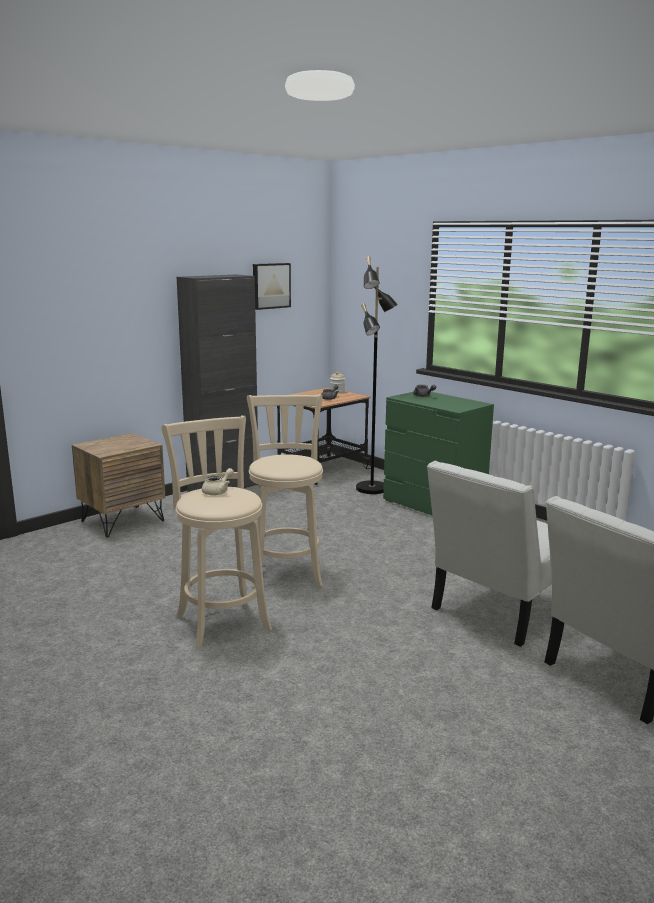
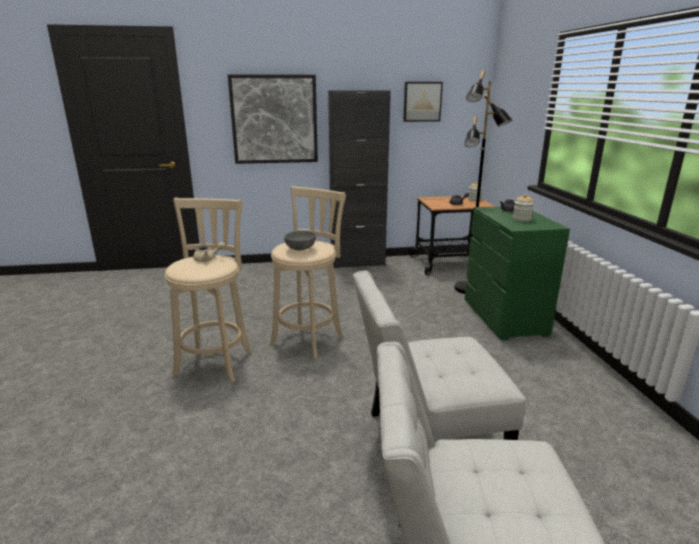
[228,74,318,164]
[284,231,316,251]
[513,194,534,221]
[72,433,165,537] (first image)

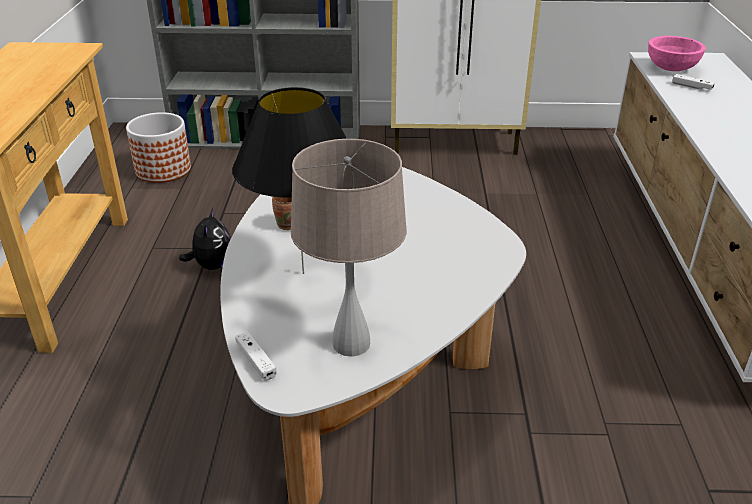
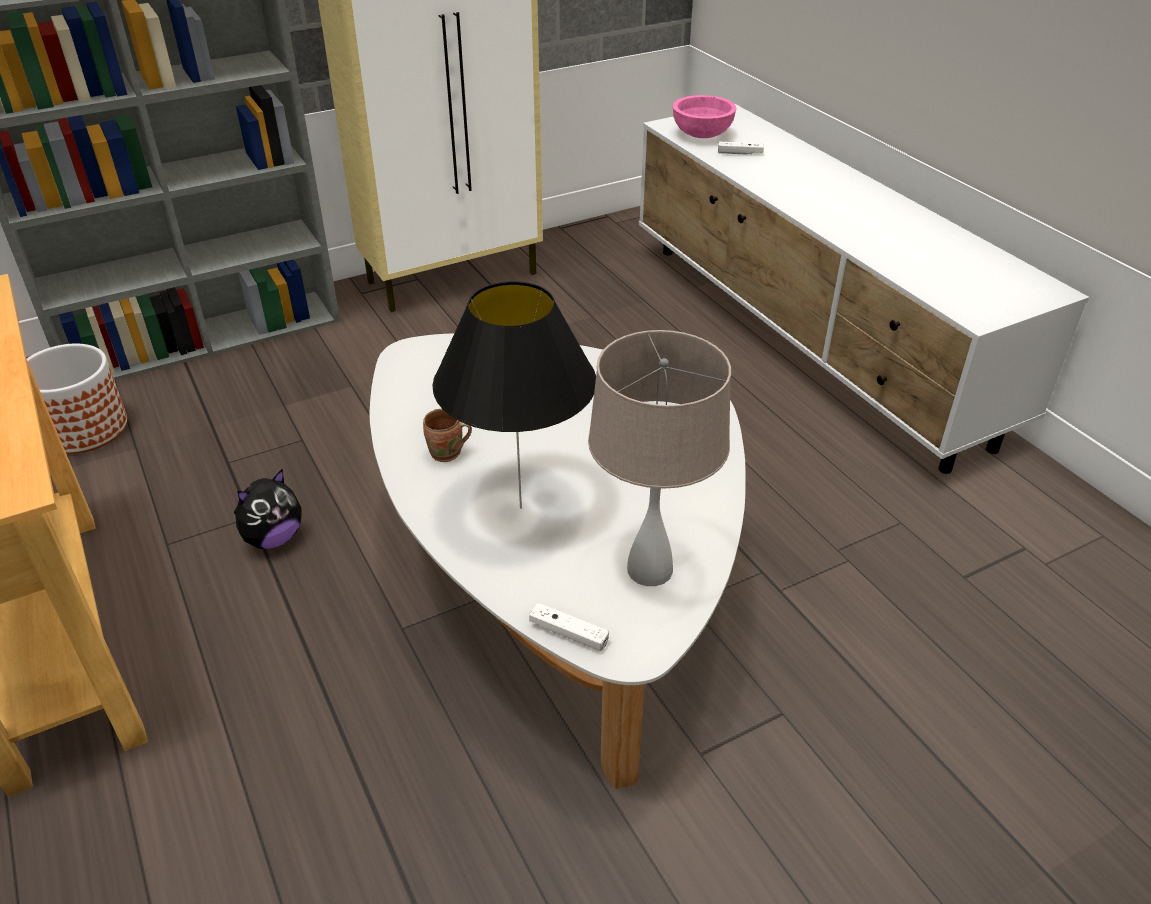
[234,469,302,549]

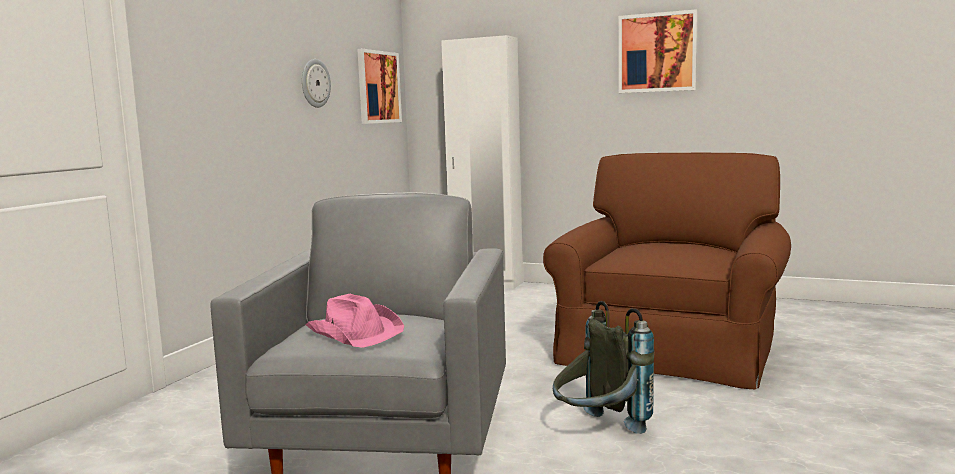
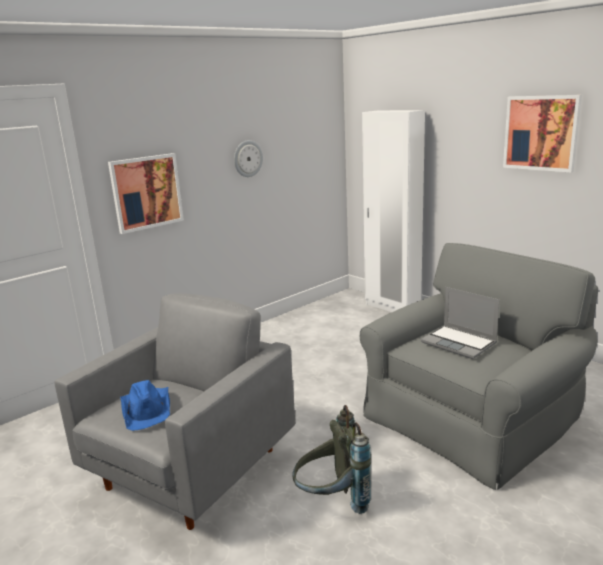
[108,153,184,234]
[120,380,170,431]
[360,243,598,490]
[421,287,499,359]

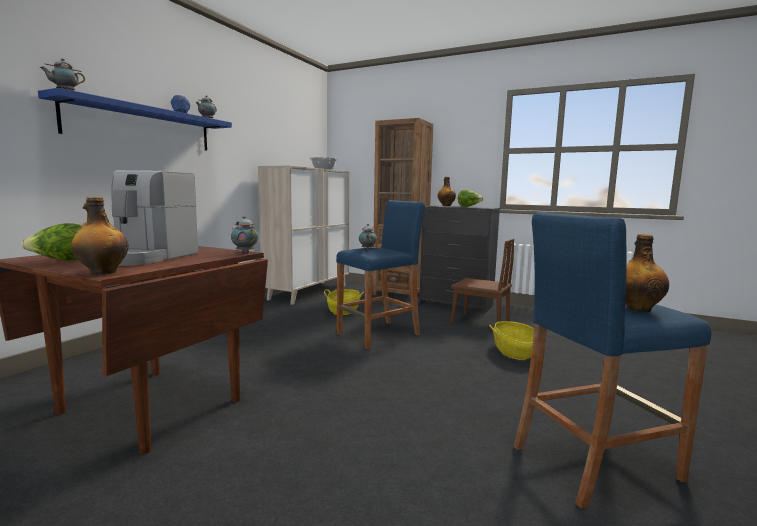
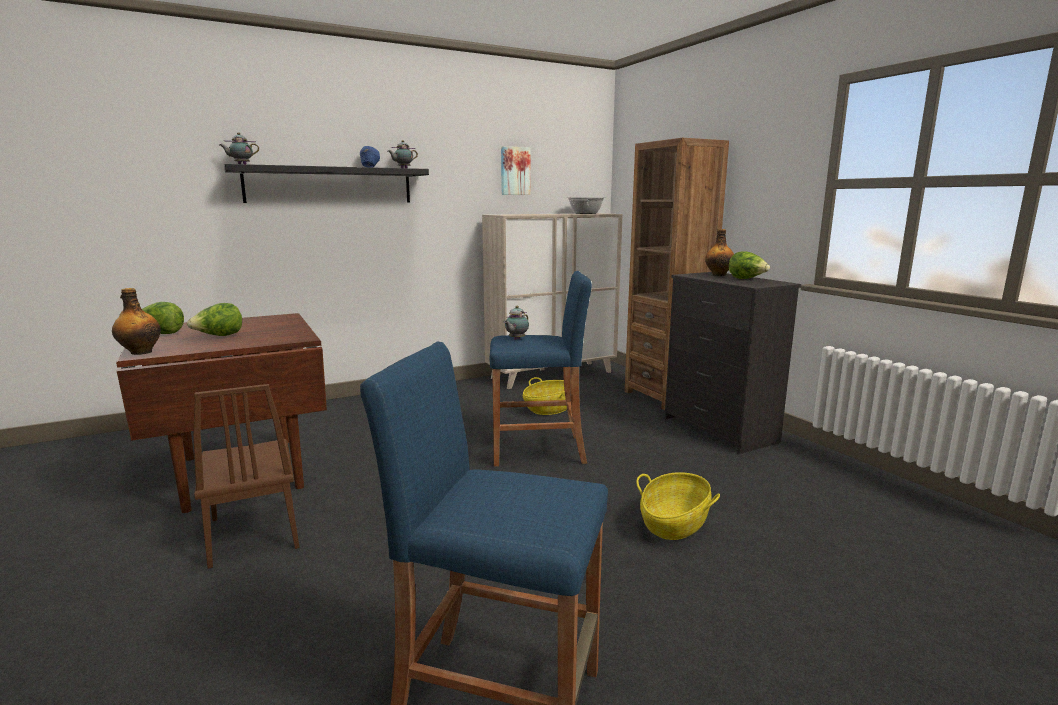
[187,303,242,336]
[193,384,300,569]
[224,164,429,203]
[501,146,530,195]
[231,216,258,253] (first image)
[625,234,669,313] (first image)

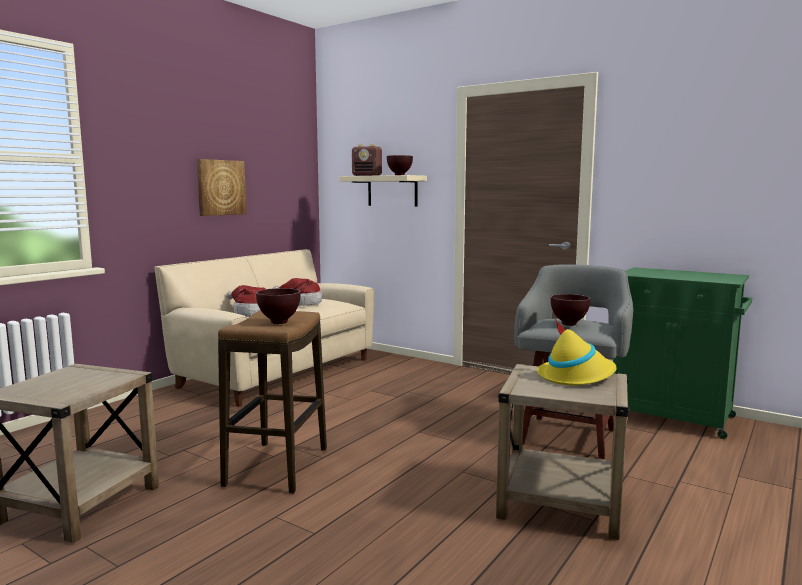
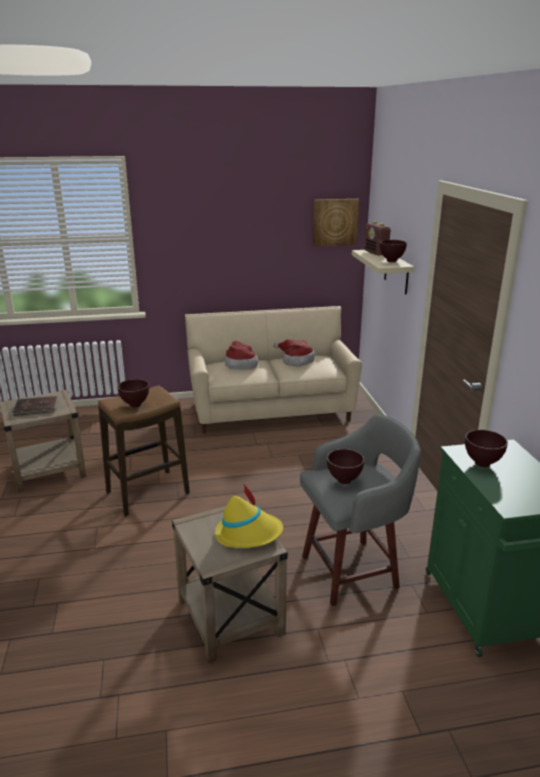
[13,396,59,416]
[313,199,359,246]
[465,430,508,467]

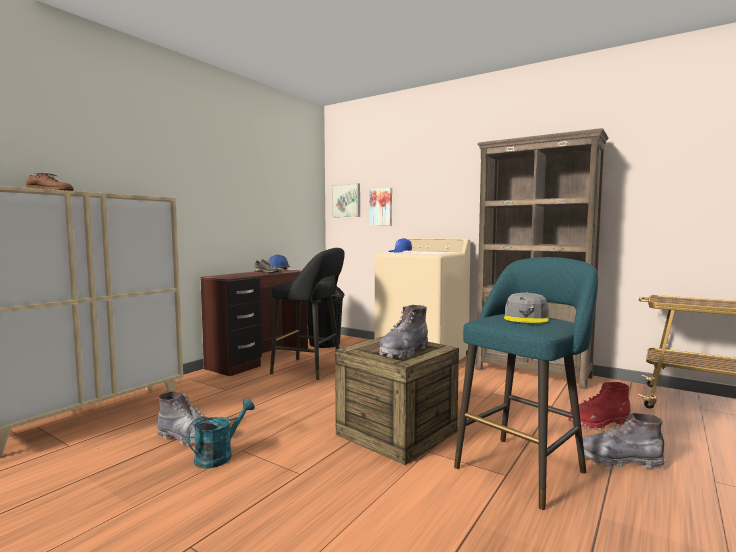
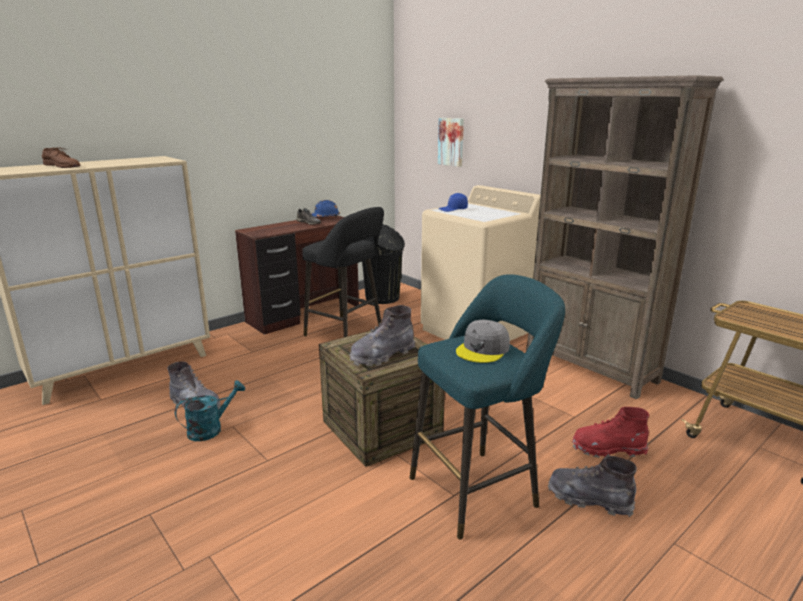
[332,183,360,217] (first image)

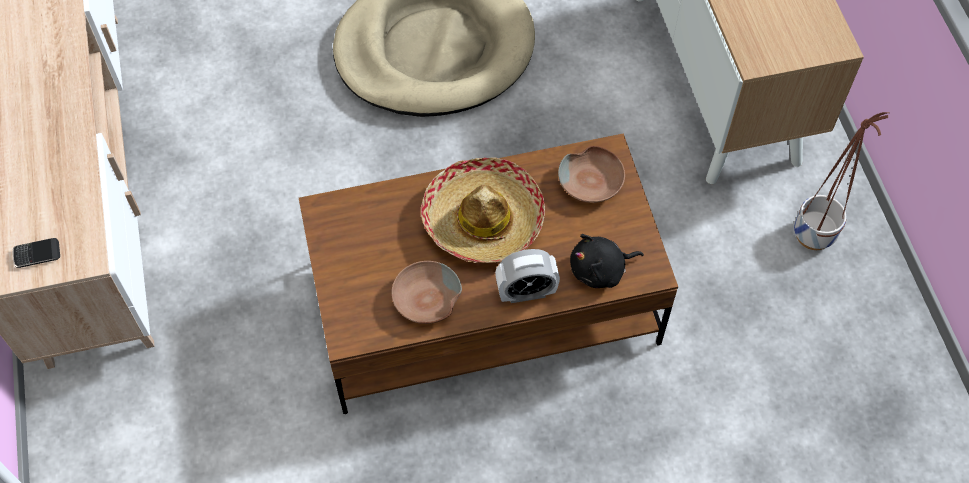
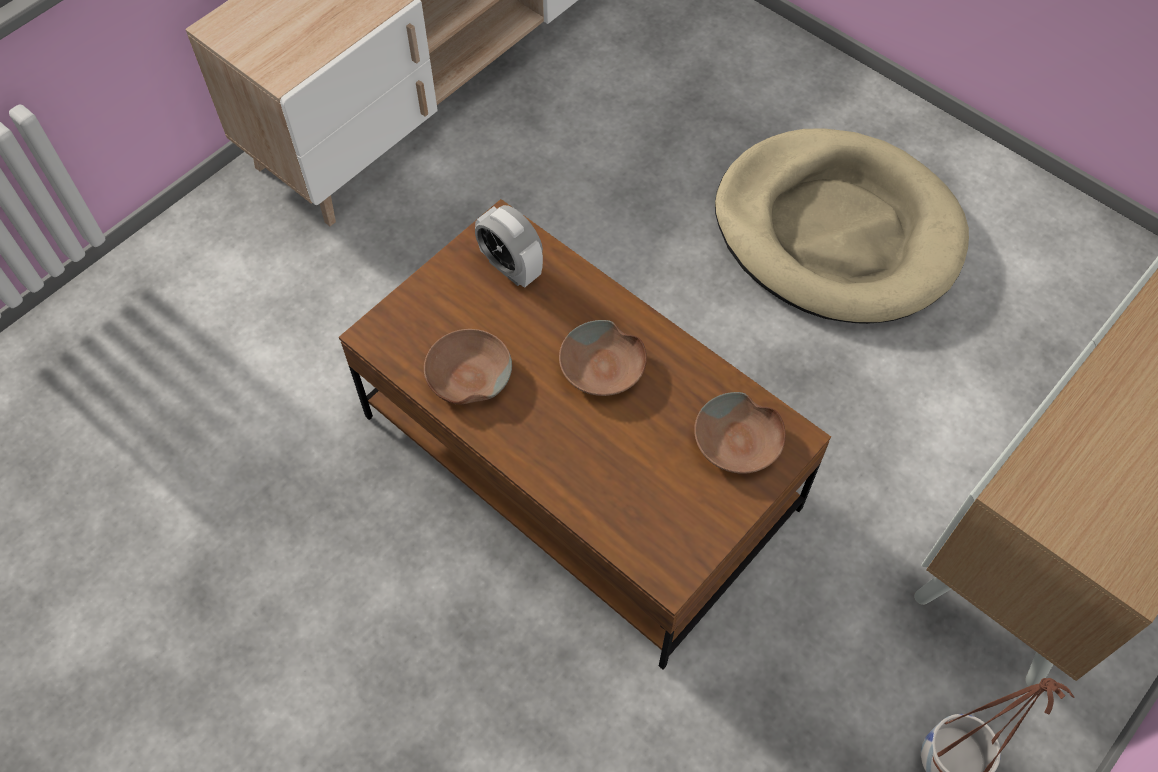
[475,205,543,288]
[559,320,647,396]
[13,238,60,268] (first image)
[570,234,644,288] (first image)

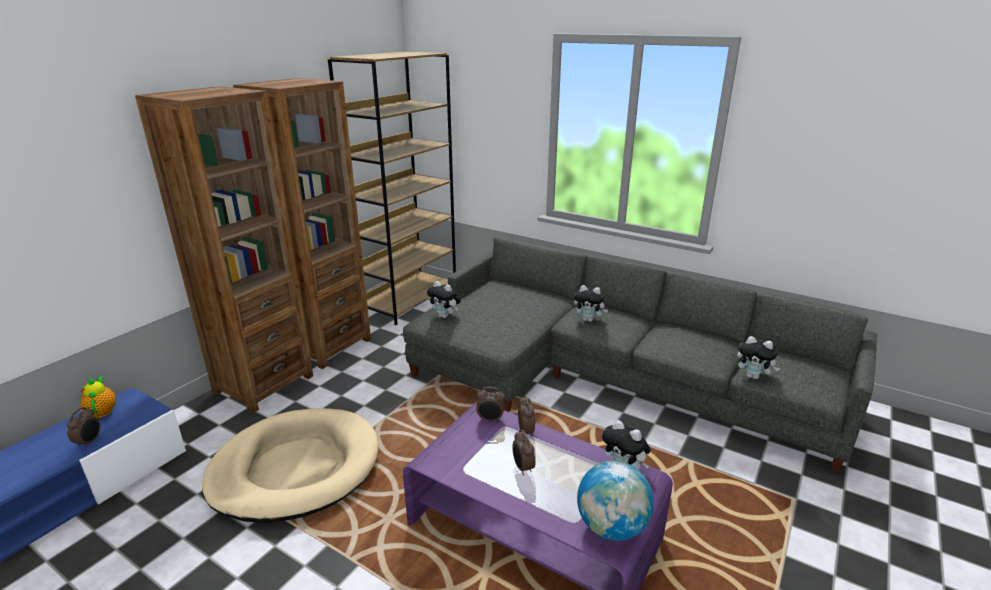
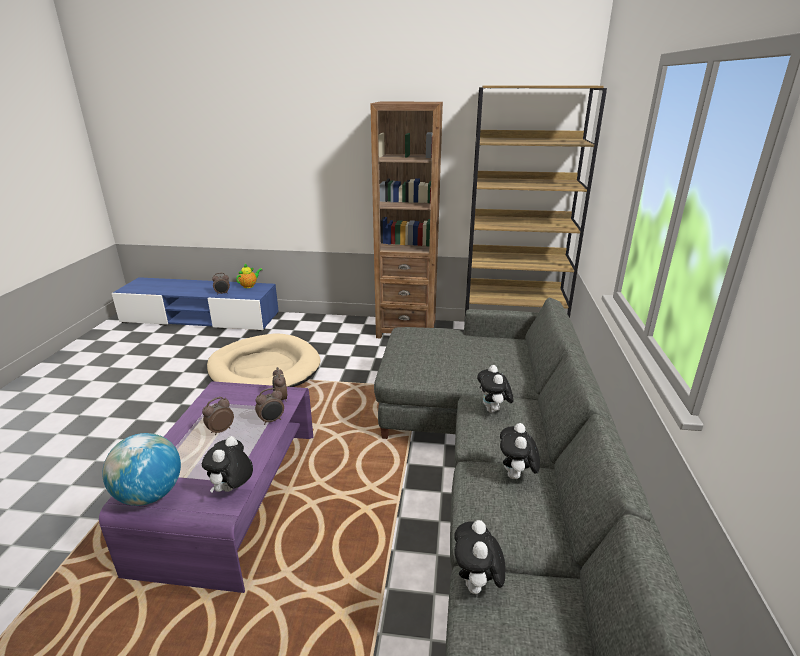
[500,423,540,479]
[135,86,313,414] (first image)

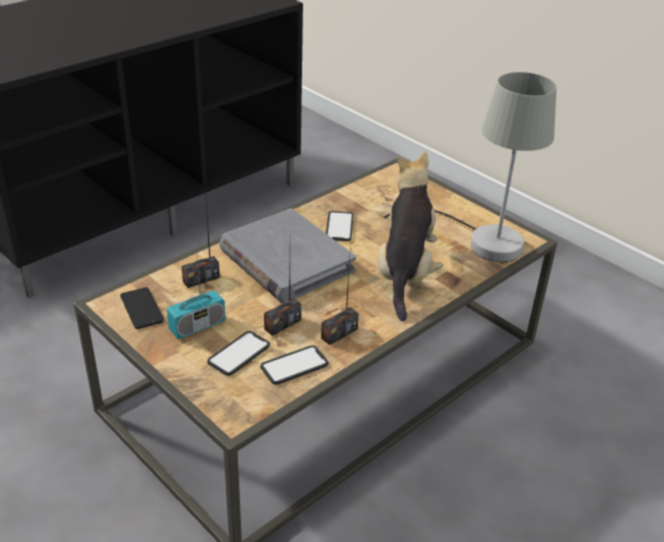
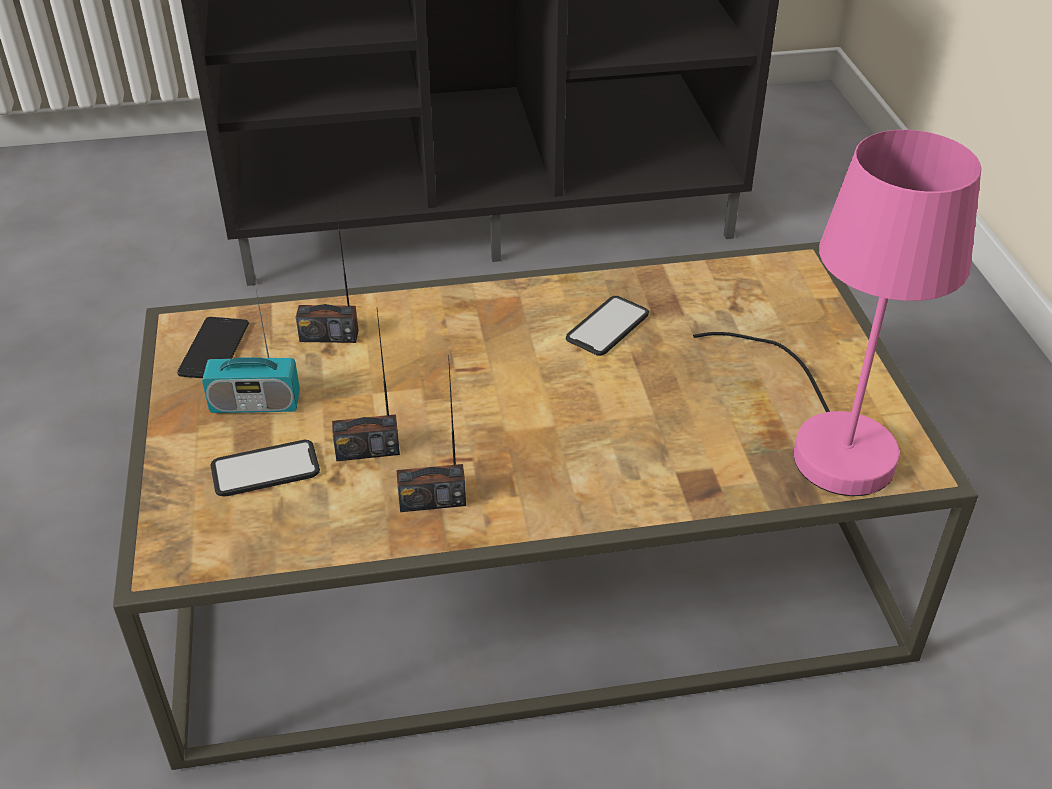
[693,130,981,496]
[219,208,356,303] (first image)
[260,346,329,385] (first image)
[378,152,443,321] (first image)

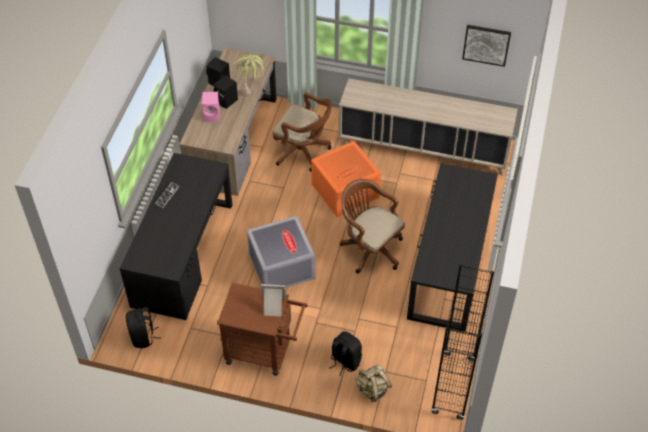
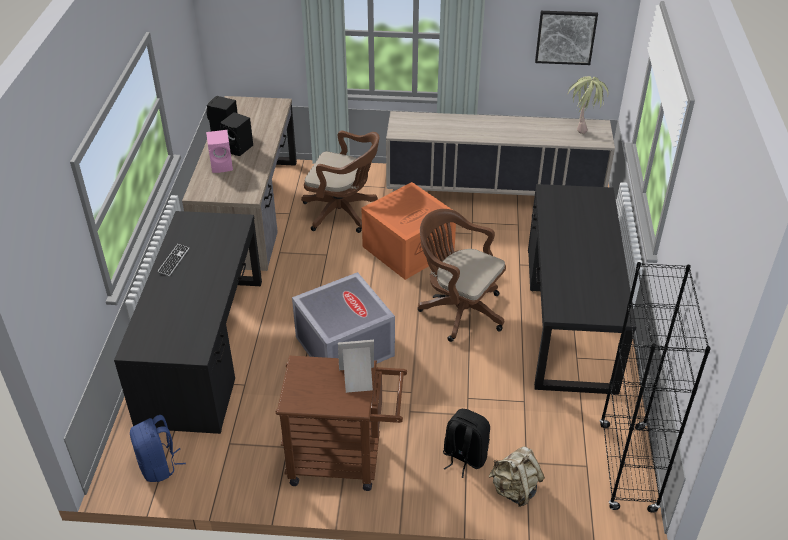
[130,415,186,482]
[568,76,608,134]

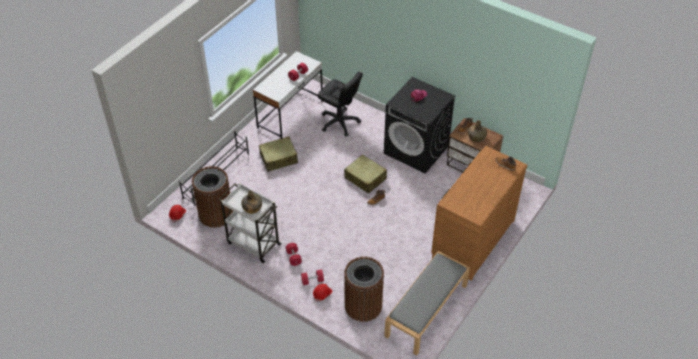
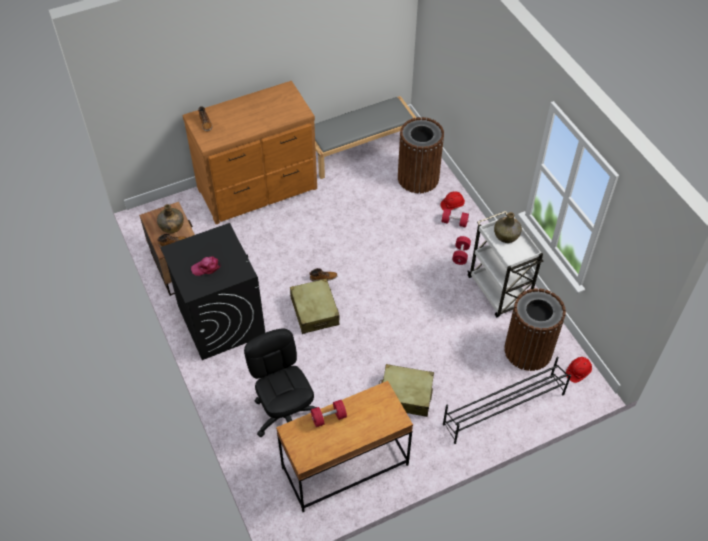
[276,381,413,512]

